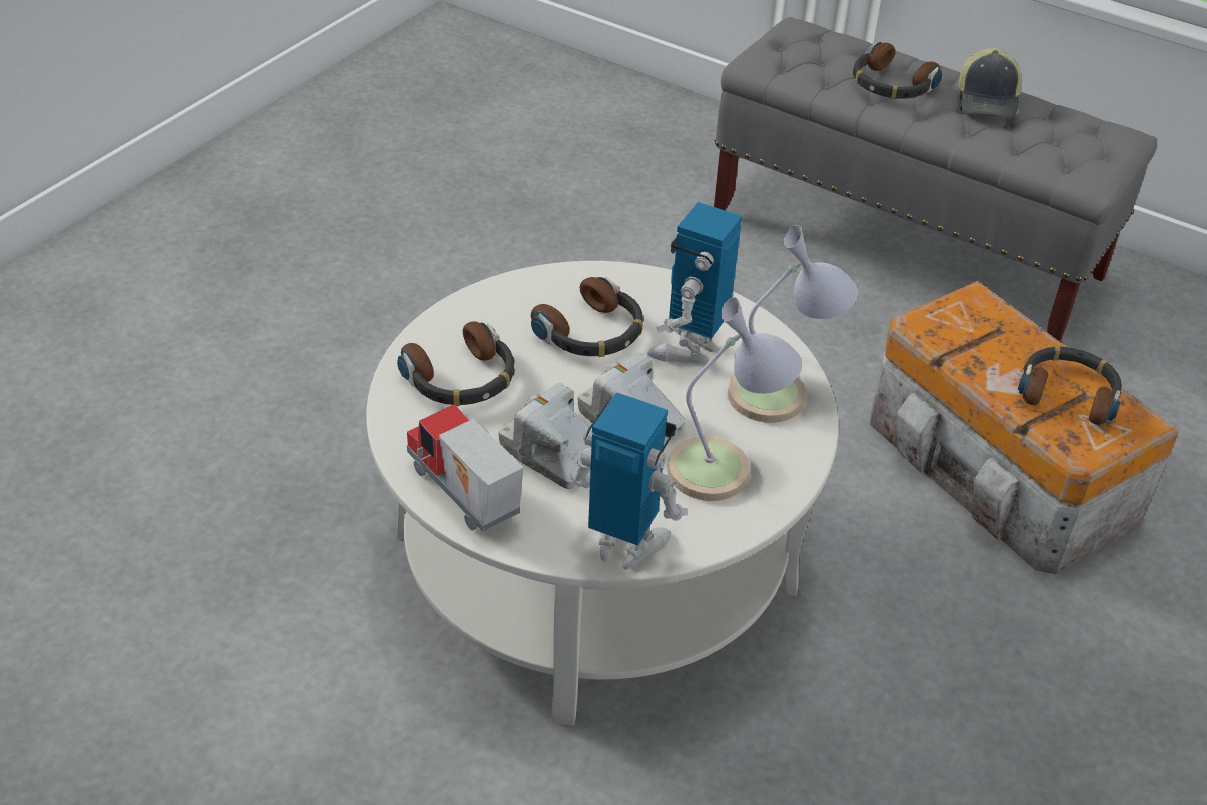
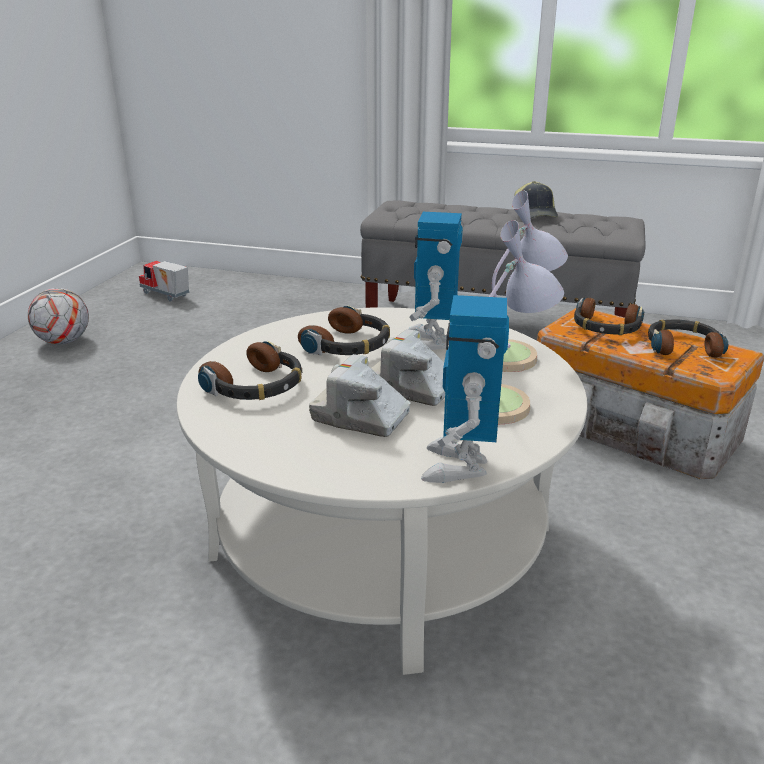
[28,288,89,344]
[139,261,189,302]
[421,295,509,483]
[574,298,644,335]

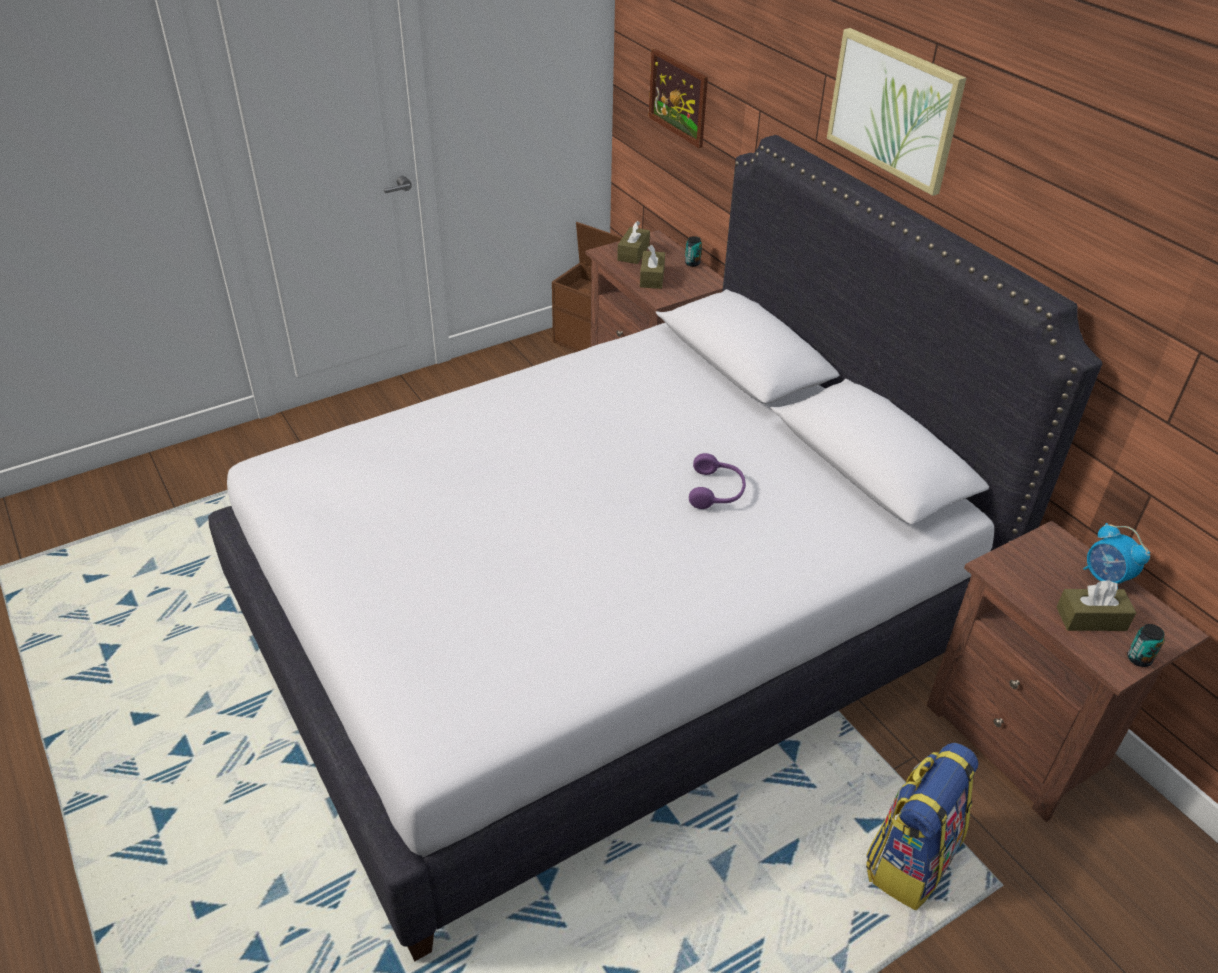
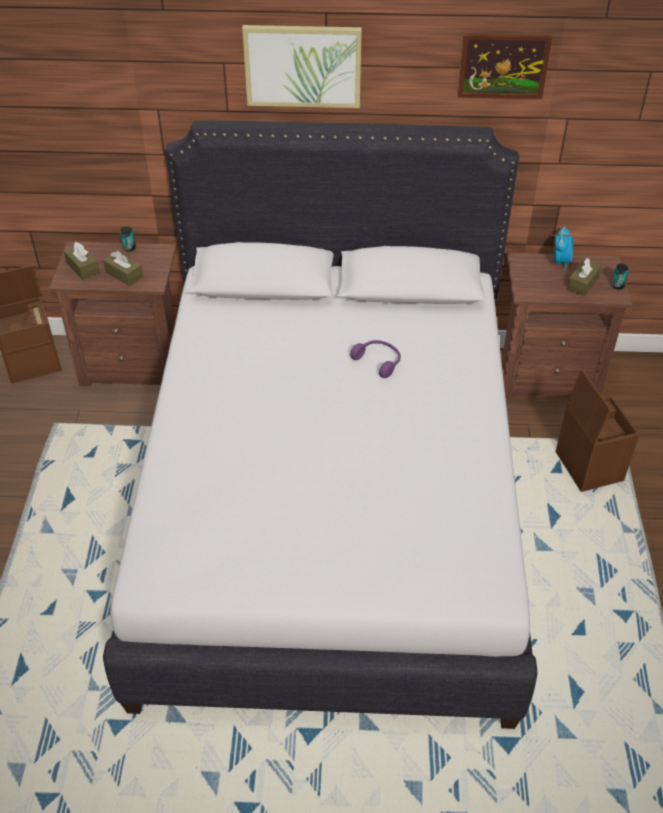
[457,34,552,99]
[554,227,573,270]
[556,369,640,492]

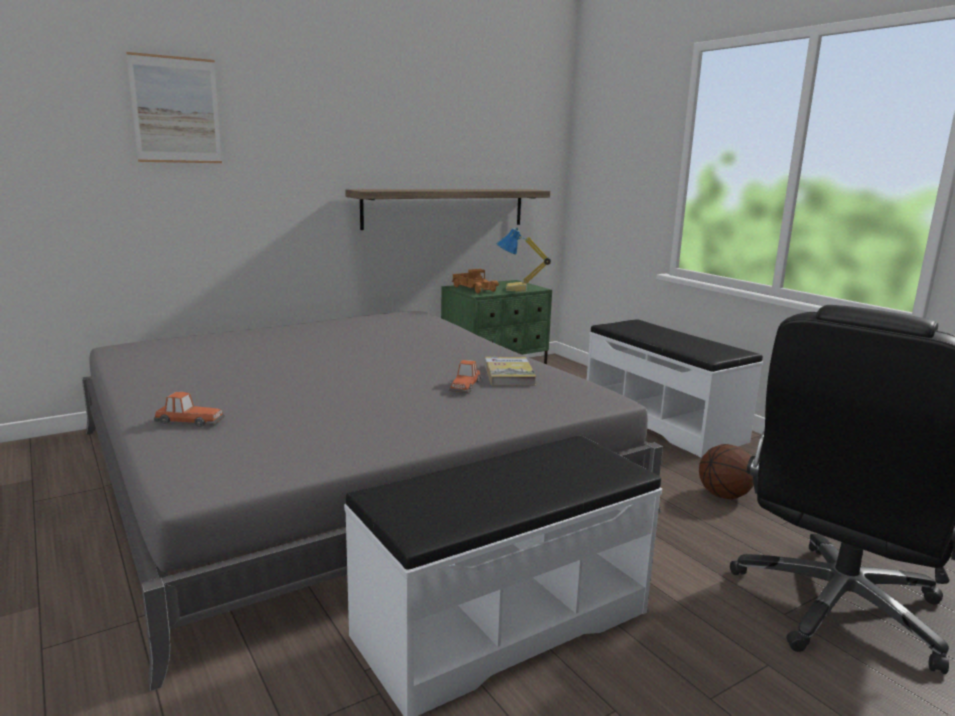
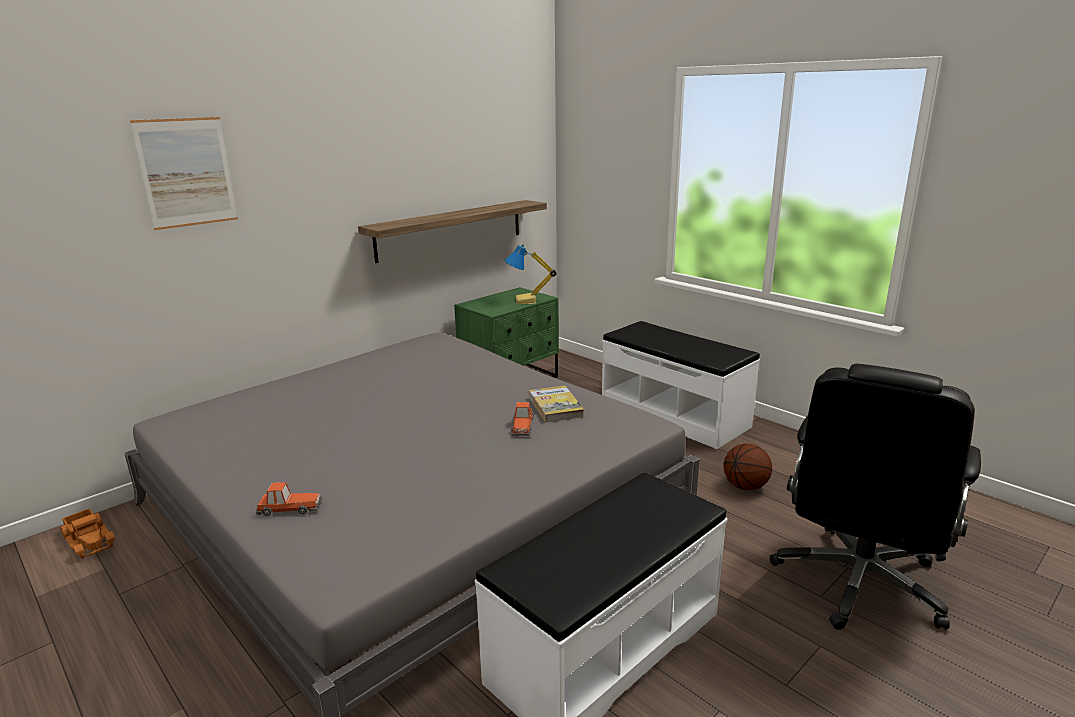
[60,508,116,559]

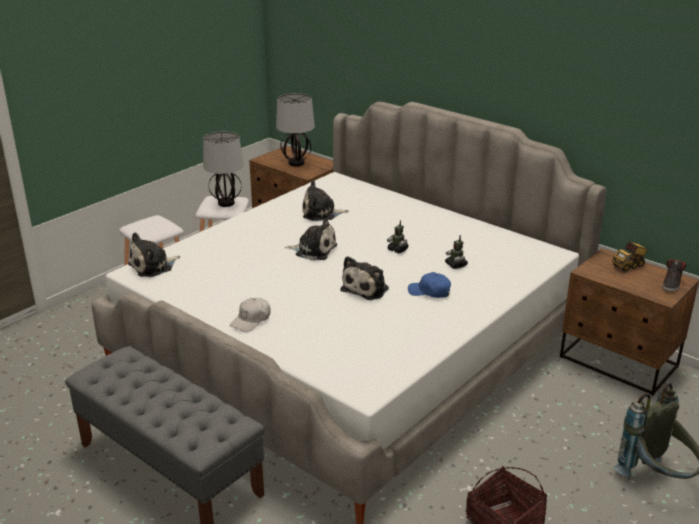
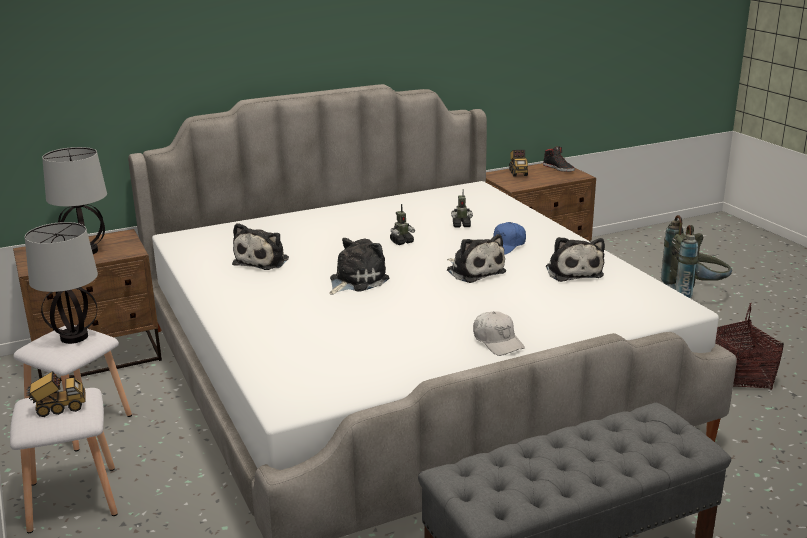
[26,371,86,417]
[546,237,605,282]

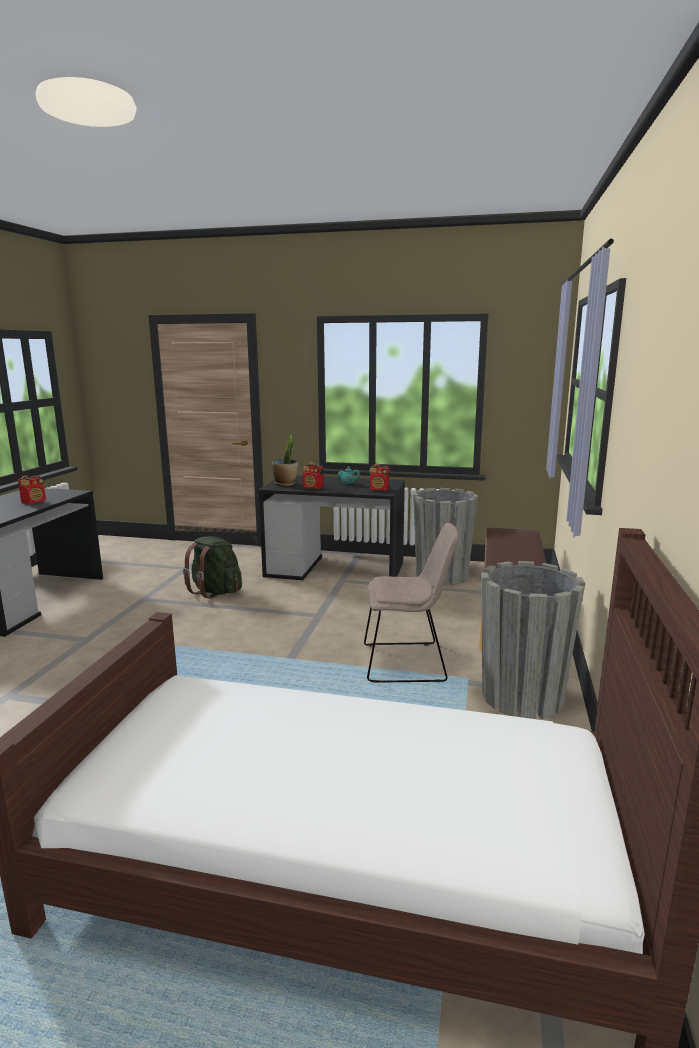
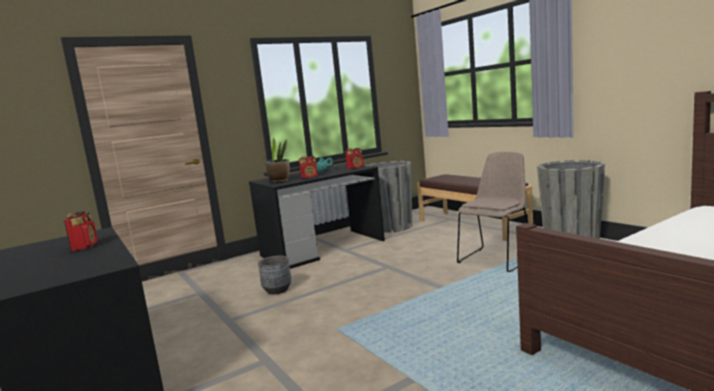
[258,255,291,295]

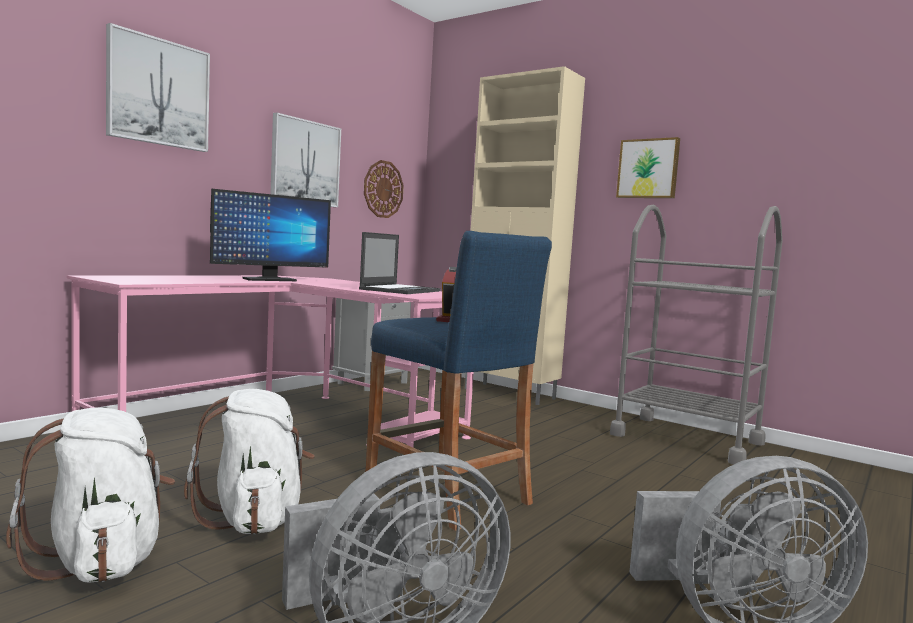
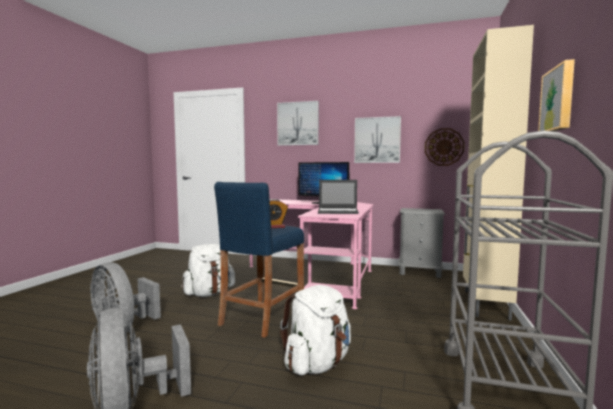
[280,285,351,375]

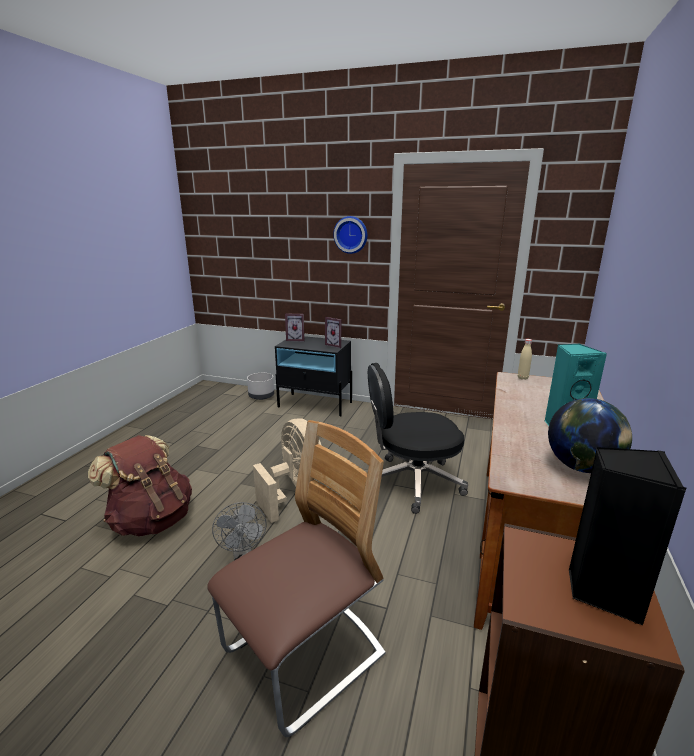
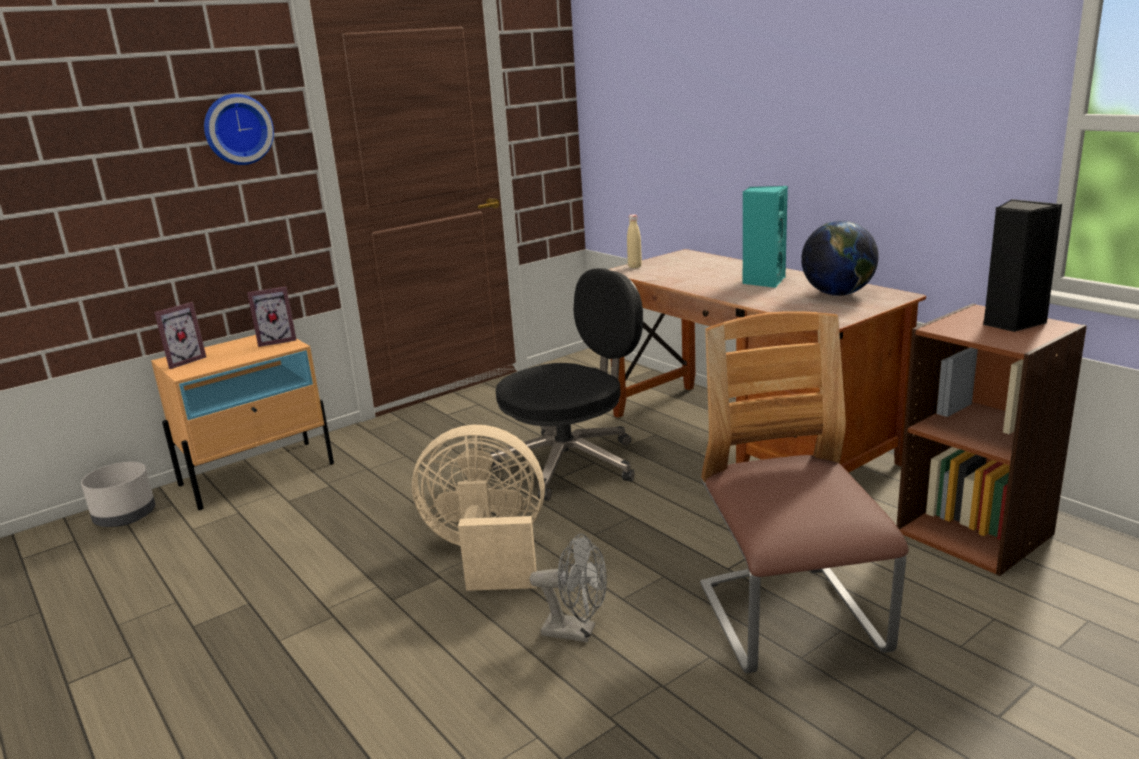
[151,335,334,510]
[490,268,643,501]
[88,435,192,536] (first image)

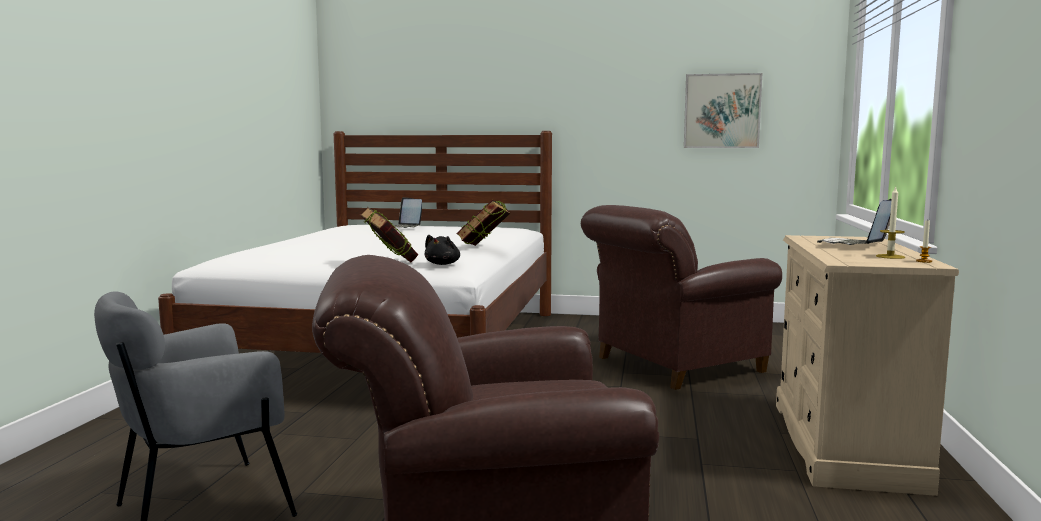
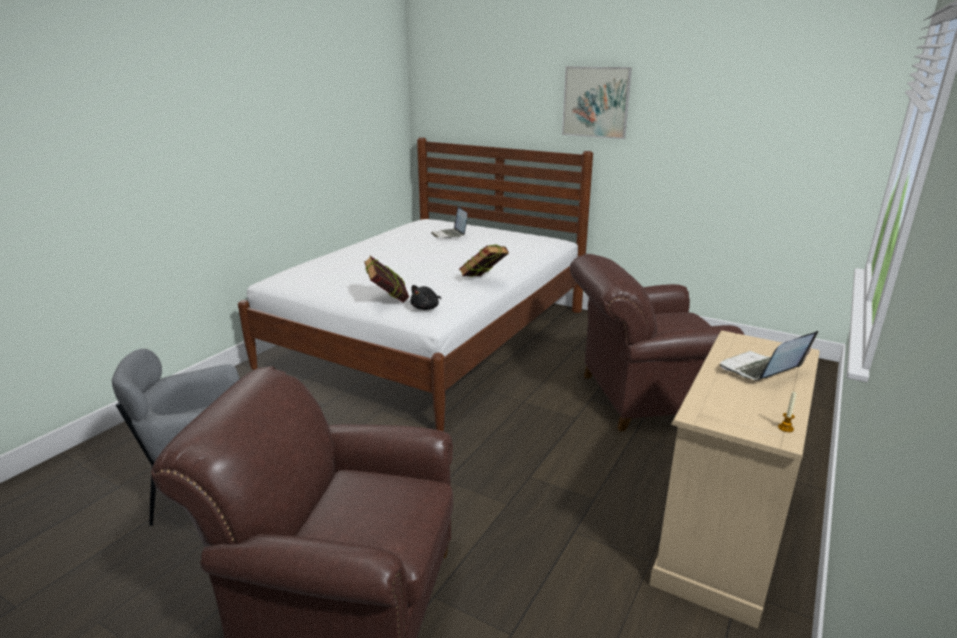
[562,66,632,139]
[876,186,905,259] (first image)

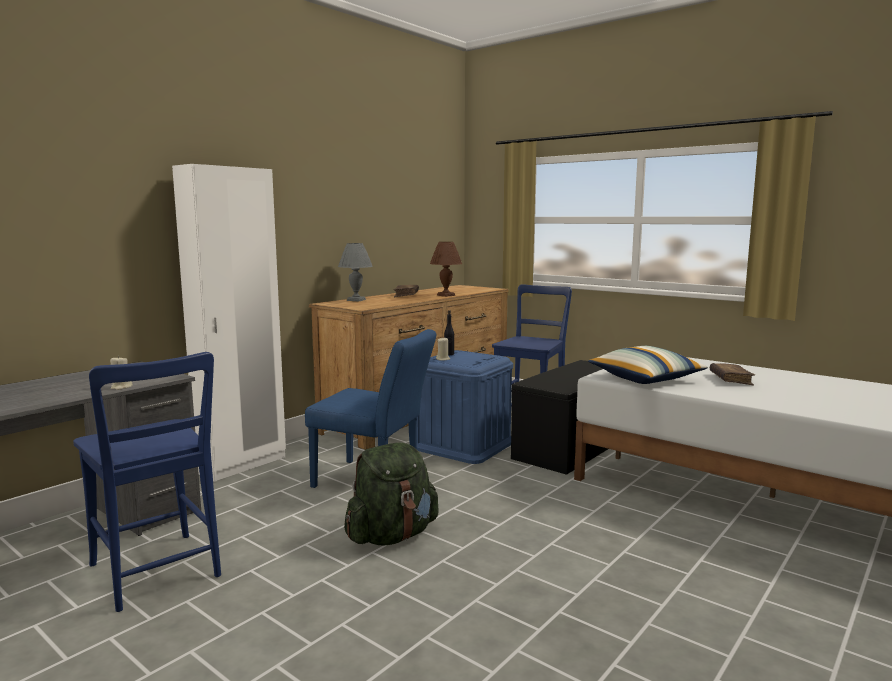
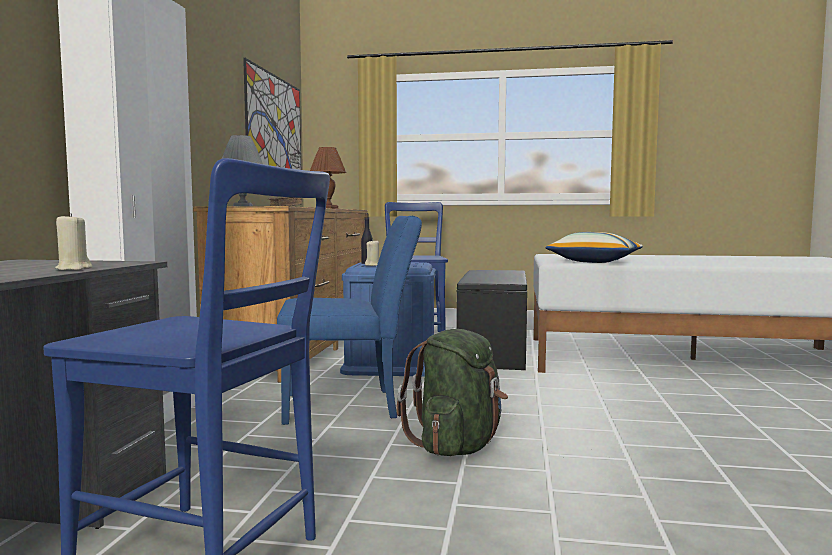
[243,58,301,170]
[710,363,755,385] (first image)

